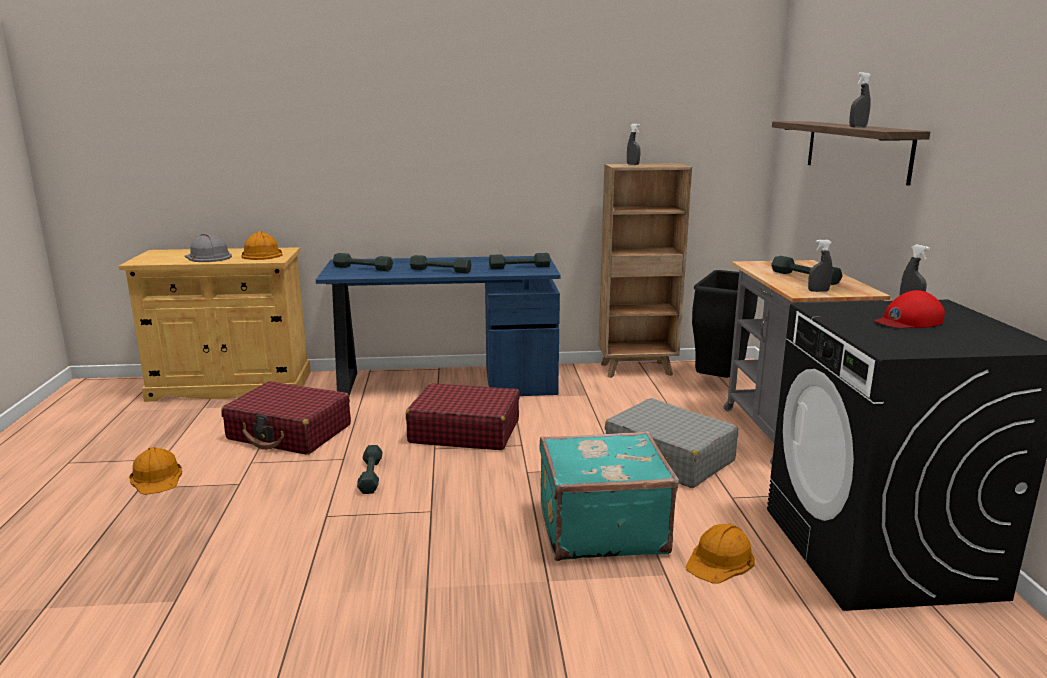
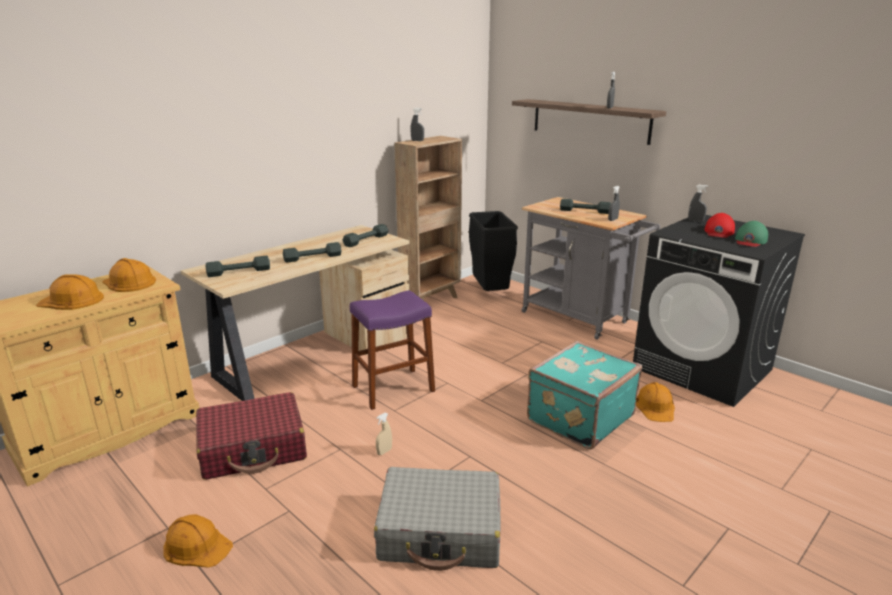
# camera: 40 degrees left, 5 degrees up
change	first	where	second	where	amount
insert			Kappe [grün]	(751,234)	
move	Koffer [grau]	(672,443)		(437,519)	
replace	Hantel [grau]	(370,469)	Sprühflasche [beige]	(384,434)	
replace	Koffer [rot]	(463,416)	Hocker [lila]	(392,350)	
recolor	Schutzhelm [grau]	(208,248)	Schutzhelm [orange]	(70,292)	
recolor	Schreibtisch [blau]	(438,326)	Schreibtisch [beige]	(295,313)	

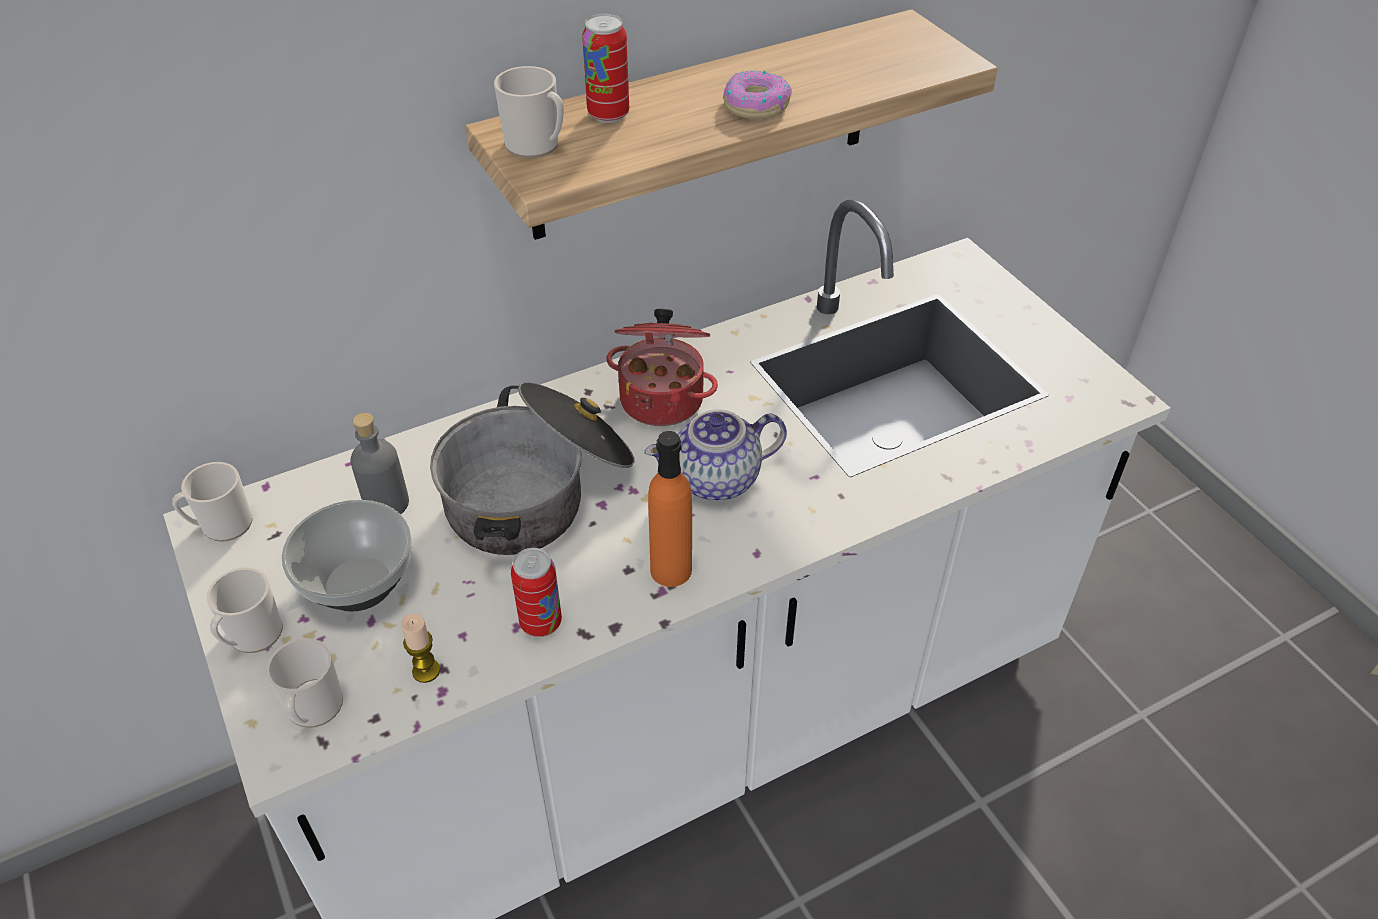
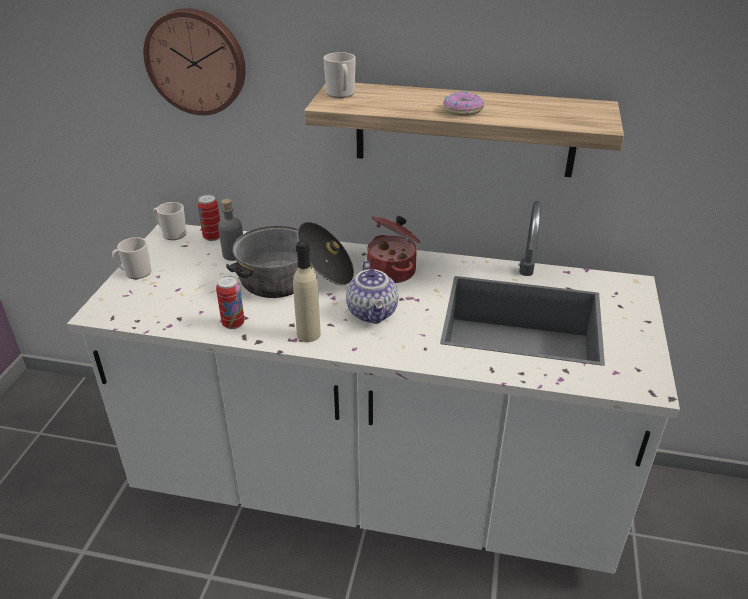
# camera: 40 degrees right, 10 degrees down
change	first	where	second	where	amount
delete	Henkelbecher	(304,683)			
delete	Schüssel	(346,556)			
delete	Kerze	(420,648)			
insert			Wanduhr	(194,61)	
move	Dose	(605,68)		(209,218)	
recolor	Flasche [orange]	(670,509)	Flasche [beige]	(307,291)	
rotate	Teekanne	(715,455)		(372,292)	120 degrees counterclockwise

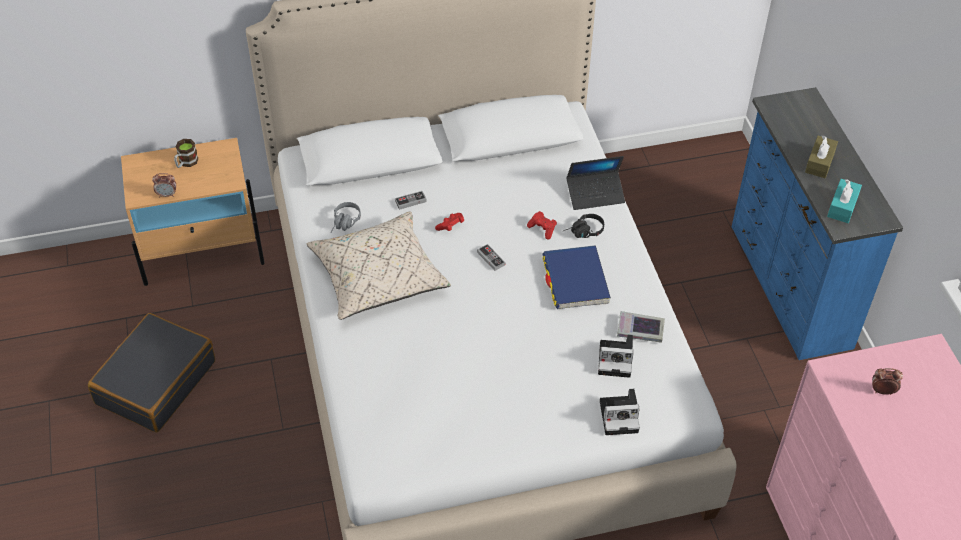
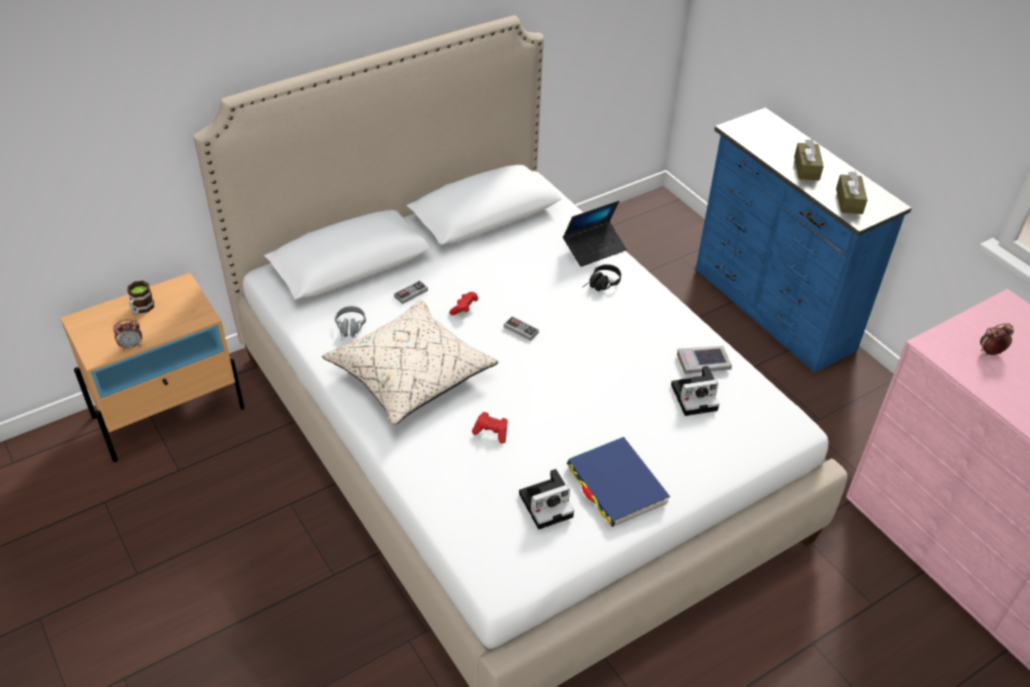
# camera: 20 degrees left, 5 degrees down
change	first	where	second	where	amount
delete	Koffer [schwarz]	(151,373)			
move	Gamepad [rot]	(542,225)		(490,428)	
move	Buch [blau]	(576,277)		(618,482)	
move	Kamera	(620,412)		(546,499)	
recolor	Taschentuchbox [türkis]	(844,201)	Taschentuchbox [braun]	(851,192)	

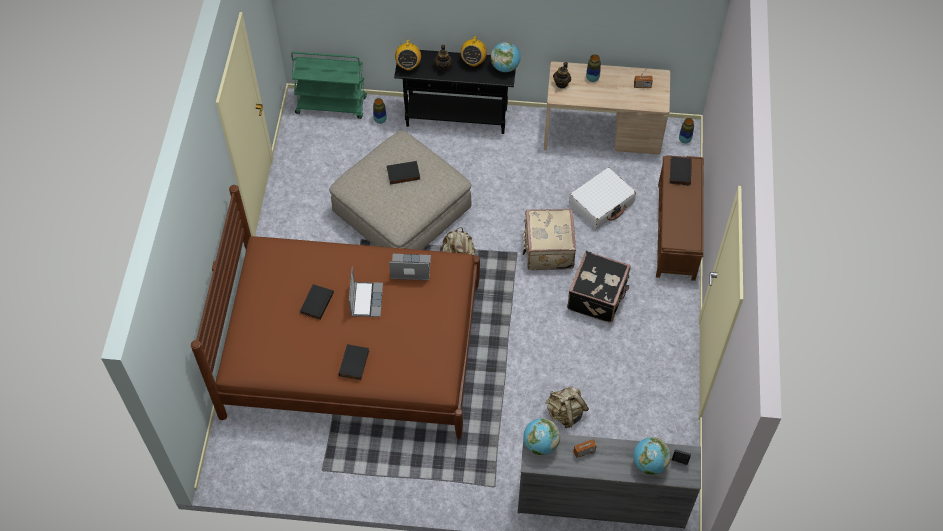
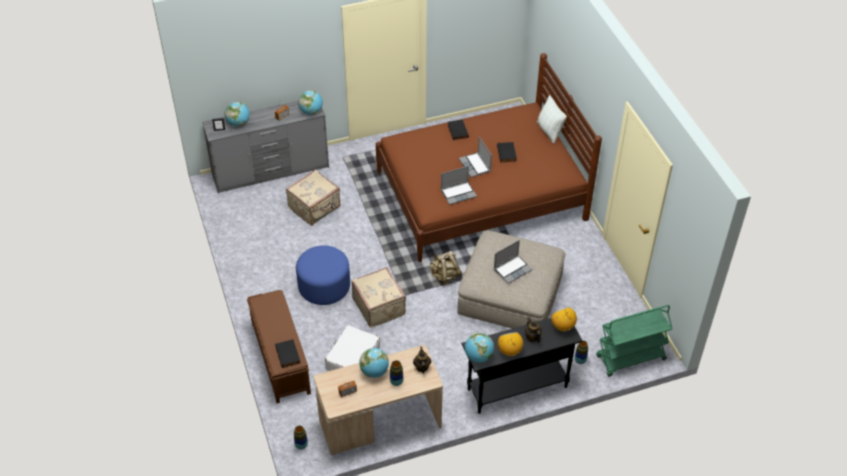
# camera: 155 degrees right, 10 degrees down
change	first	where	second	where	amount
insert			Globus	(374,363)	
insert			Kissen	(552,119)	
replace	Buch [schwarz]	(403,172)	Laptop	(513,262)	
replace	Rucksack [beige]	(567,407)	Koffer [beige]	(313,197)	
replace	Koffer [schwarz]	(599,286)	Polsterhocker [blau]	(323,275)	

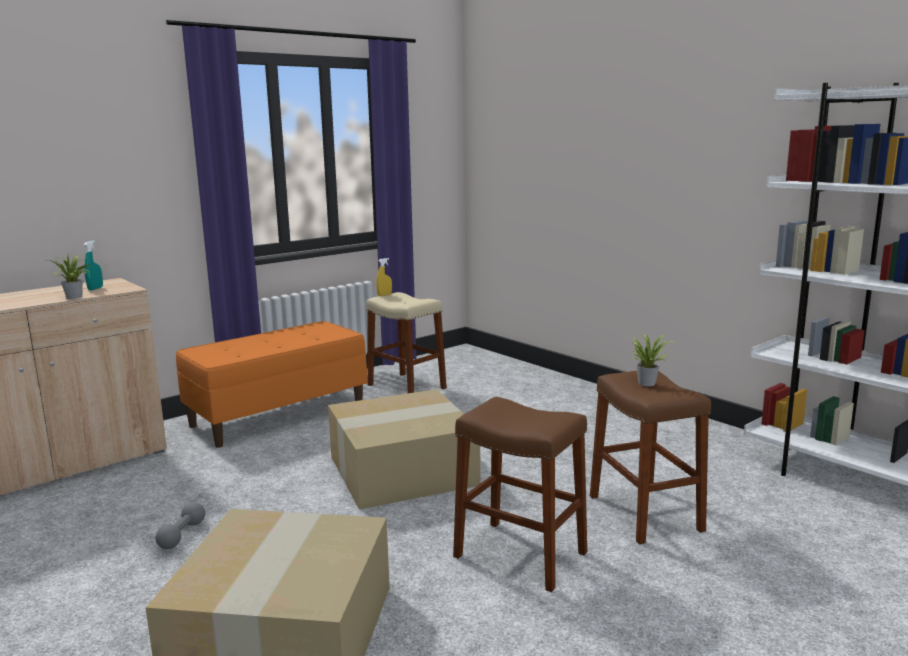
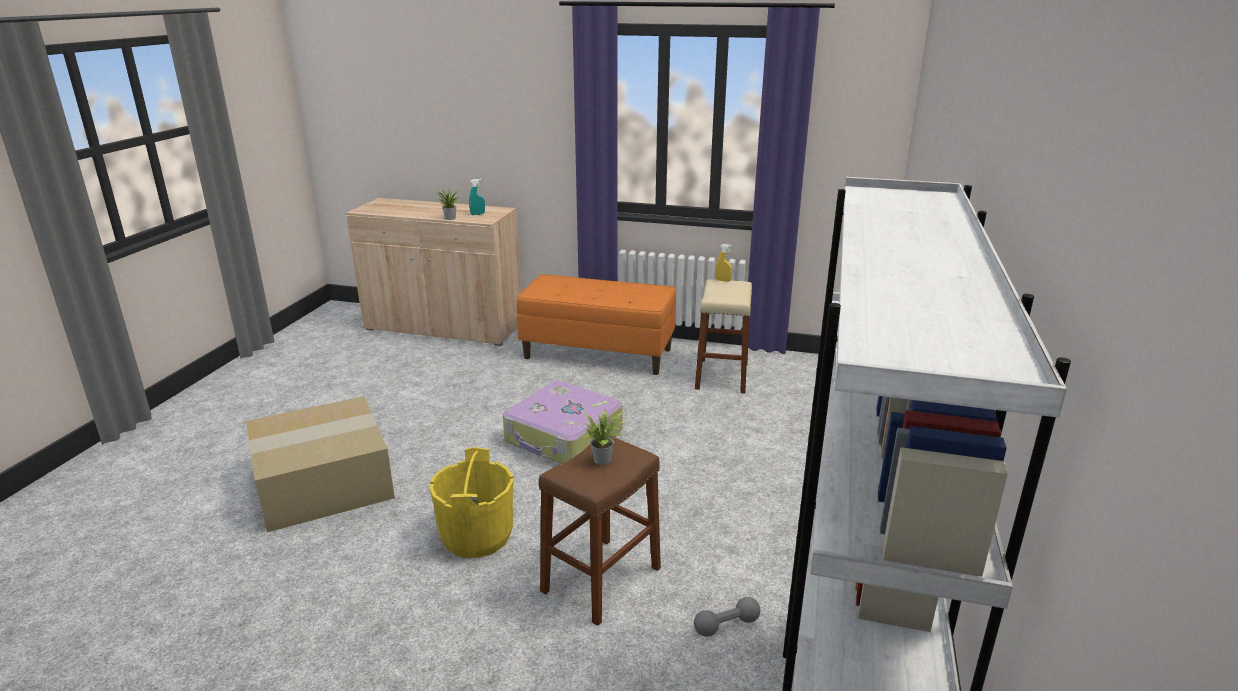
# camera: 55 degrees right, 10 degrees up
change	first	where	second	where	amount
move	Hantel [grau]	(180,525)		(727,617)	
replace	Karton	(404,449)	Koffer	(563,422)	
replace	Hocker [braun]	(520,494)	Eimer [gelb]	(471,502)	

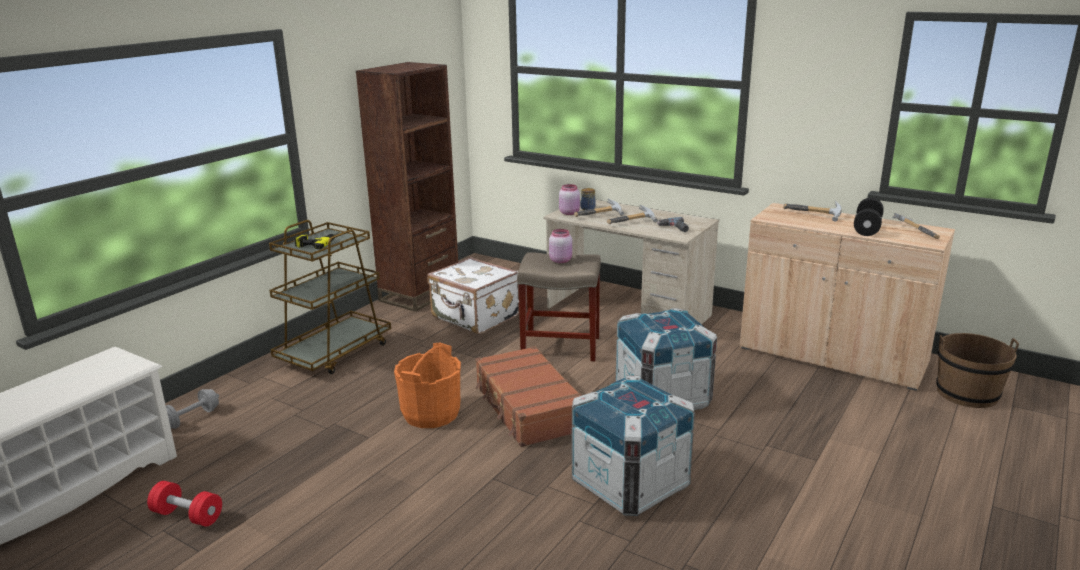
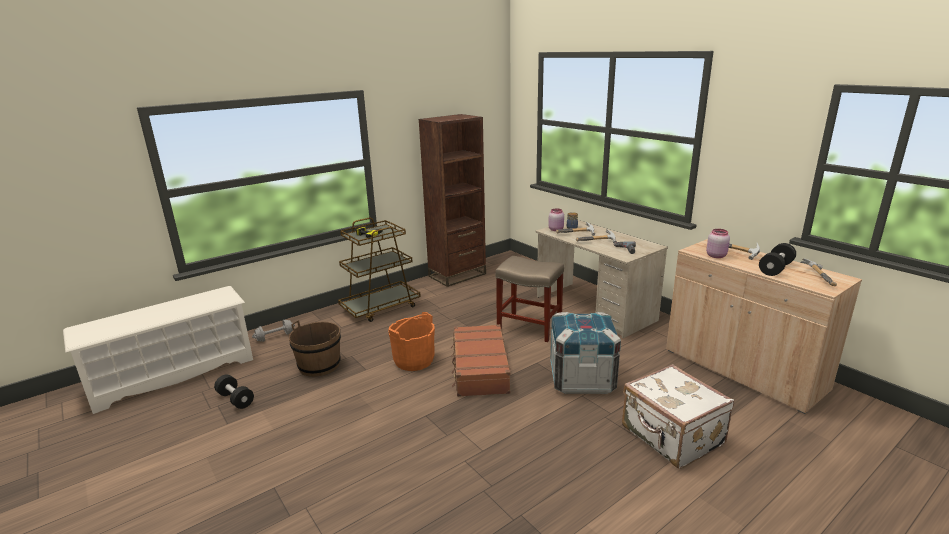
# camera: 20 degrees right, 0 degrees up
change	first	where	second	where	amount
delete	Kiste	(633,445)			
move	Koffer [weiß]	(473,295)		(678,416)	
move	Vorratsglas [rosa]	(560,246)		(718,243)	
move	Eimer [braun]	(977,370)		(315,348)	
recolor	Hantel [rot]	(184,503)	Hantel [schwarz]	(234,391)	

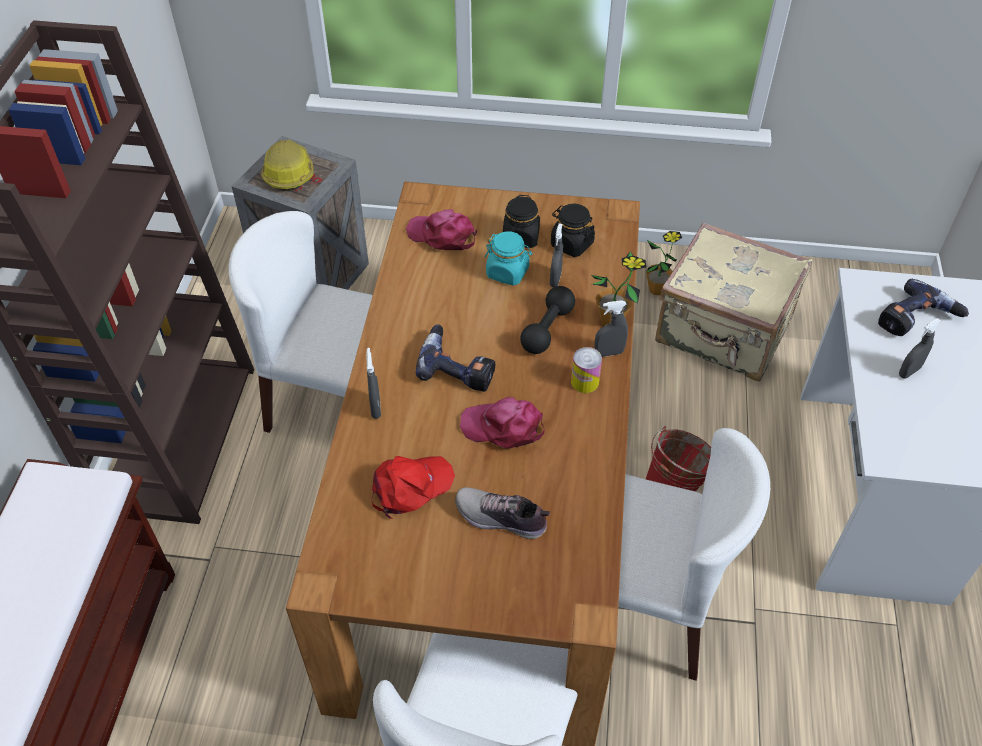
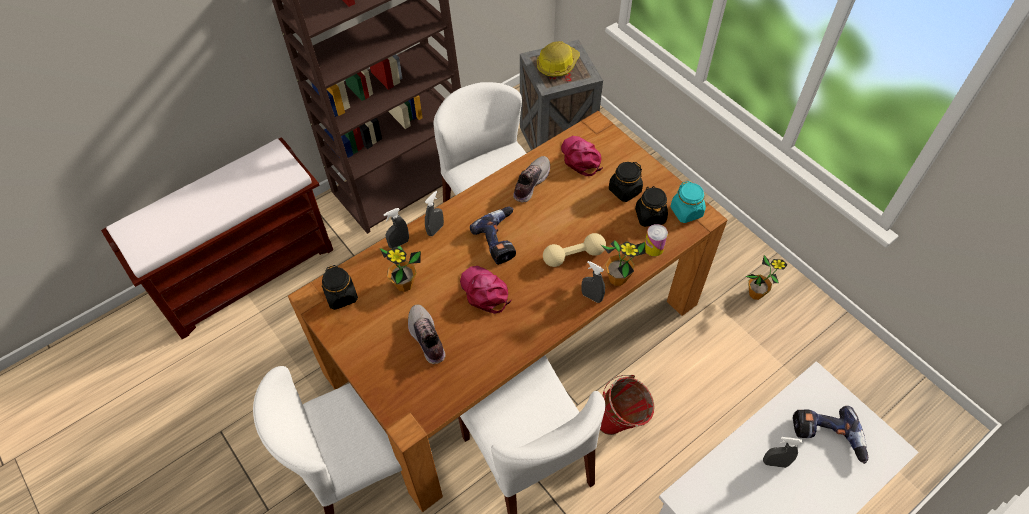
# camera: 45 degrees right, 5 degrees up
change	first	where	second	where	amount
delete	Koffer [beige]	(733,302)			
insert			Vorratsglas [schwarz]	(340,287)	
insert			Schuh	(531,179)	
move	Vorratsglas [türkis]	(508,258)		(688,202)	
move	Sprühflasche [grau]	(556,255)		(396,228)	
move	Dose	(586,370)		(656,240)	
replace	Kappe [rot]	(413,487)	Topfpflanze	(400,269)	
recolor	Hantel [schwarz]	(547,320)	Hantel [beige]	(574,250)	

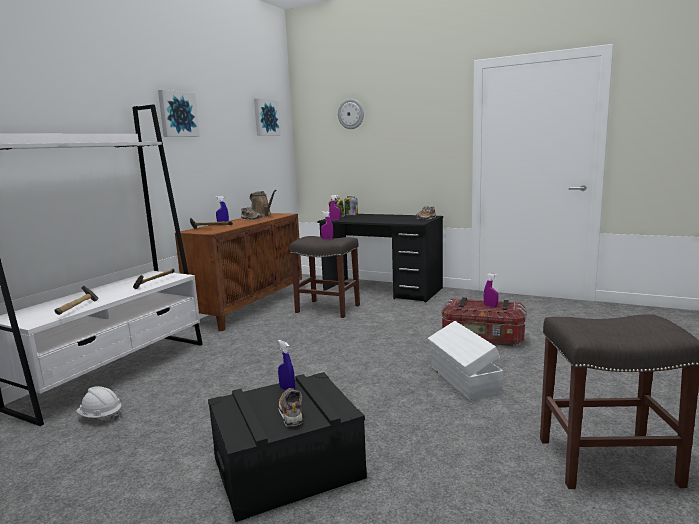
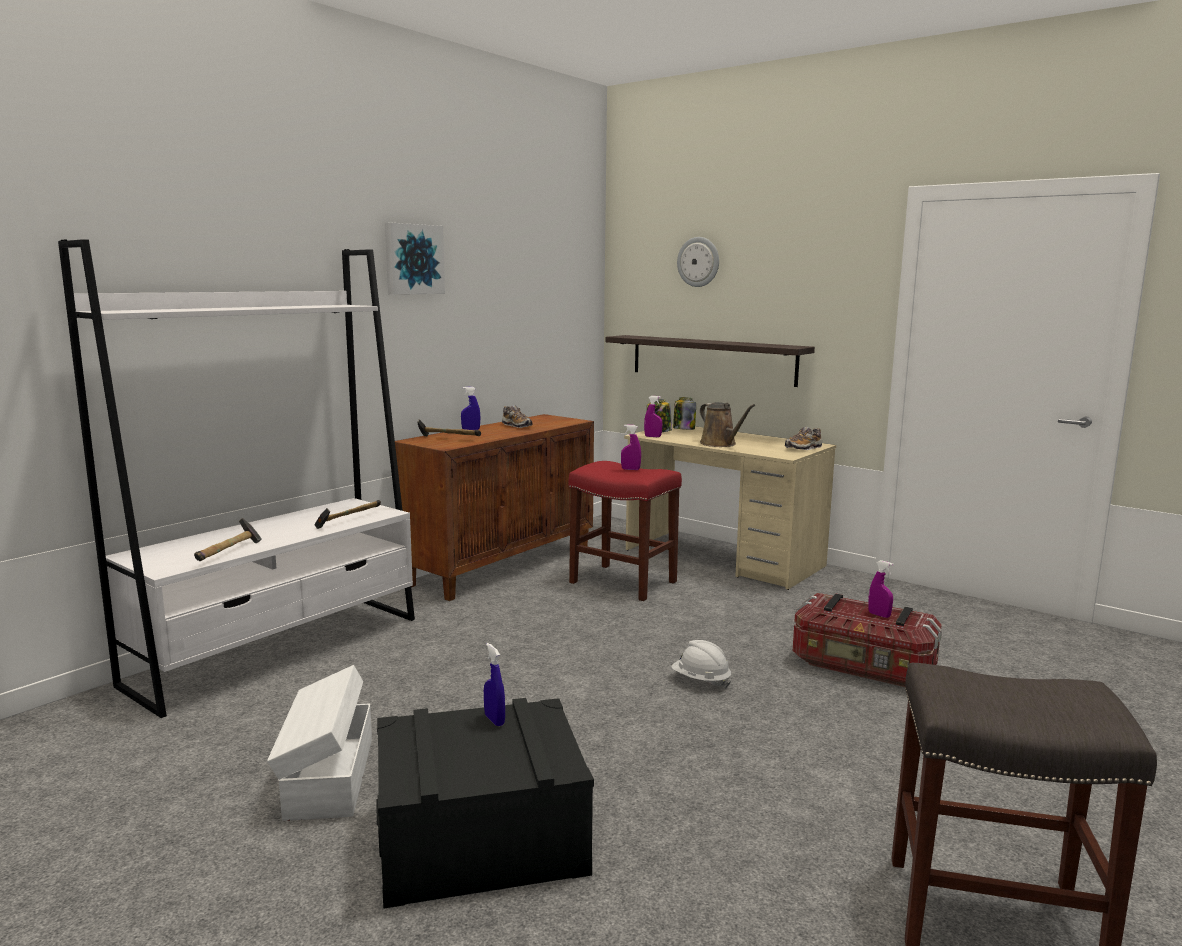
# camera: 10 degrees right, 0 degrees up
change	first	where	second	where	amount
delete	Bild	(267,117)			
delete	Schuh	(291,407)			
insert			Wandregal	(710,361)	
move	Schutzhelm [weiß]	(98,403)		(701,664)	
move	Gießkanne [braun]	(263,203)		(727,424)	
move	Aufbewahrungsbox [weiß]	(465,360)		(319,743)	
recolor	Hocker [grau]	(325,277)	Hocker [rot]	(625,531)	
recolor	Schreibtisch [schwarz]	(380,258)	Schreibtisch [beige]	(730,507)	

